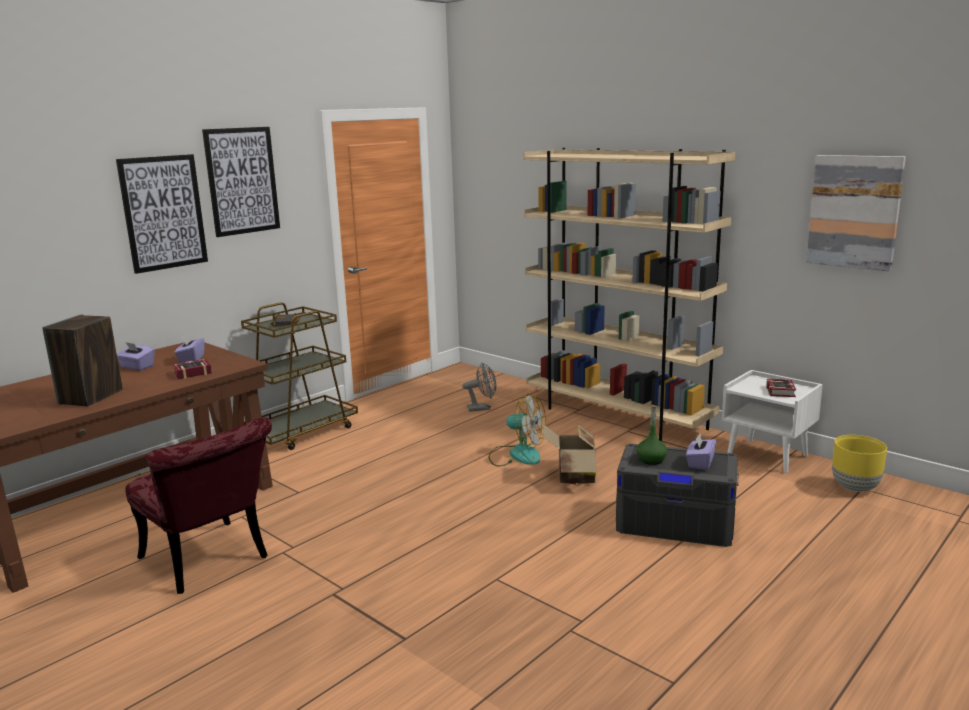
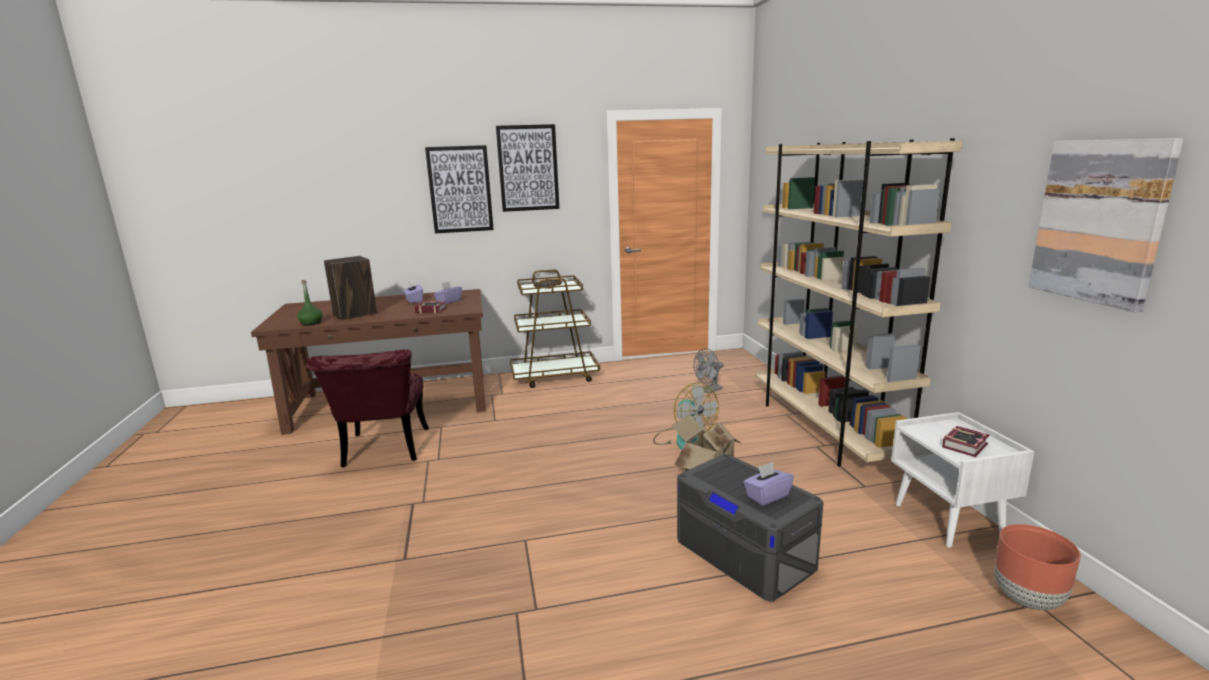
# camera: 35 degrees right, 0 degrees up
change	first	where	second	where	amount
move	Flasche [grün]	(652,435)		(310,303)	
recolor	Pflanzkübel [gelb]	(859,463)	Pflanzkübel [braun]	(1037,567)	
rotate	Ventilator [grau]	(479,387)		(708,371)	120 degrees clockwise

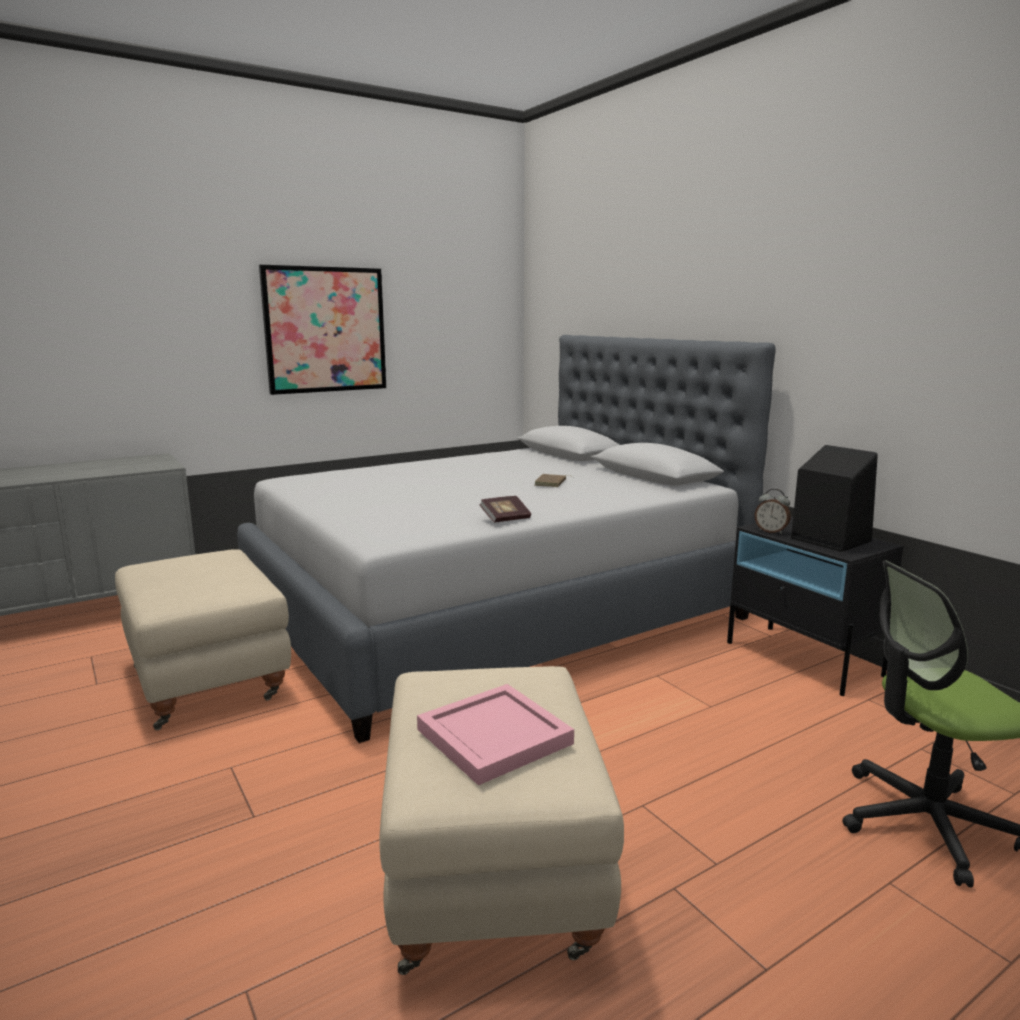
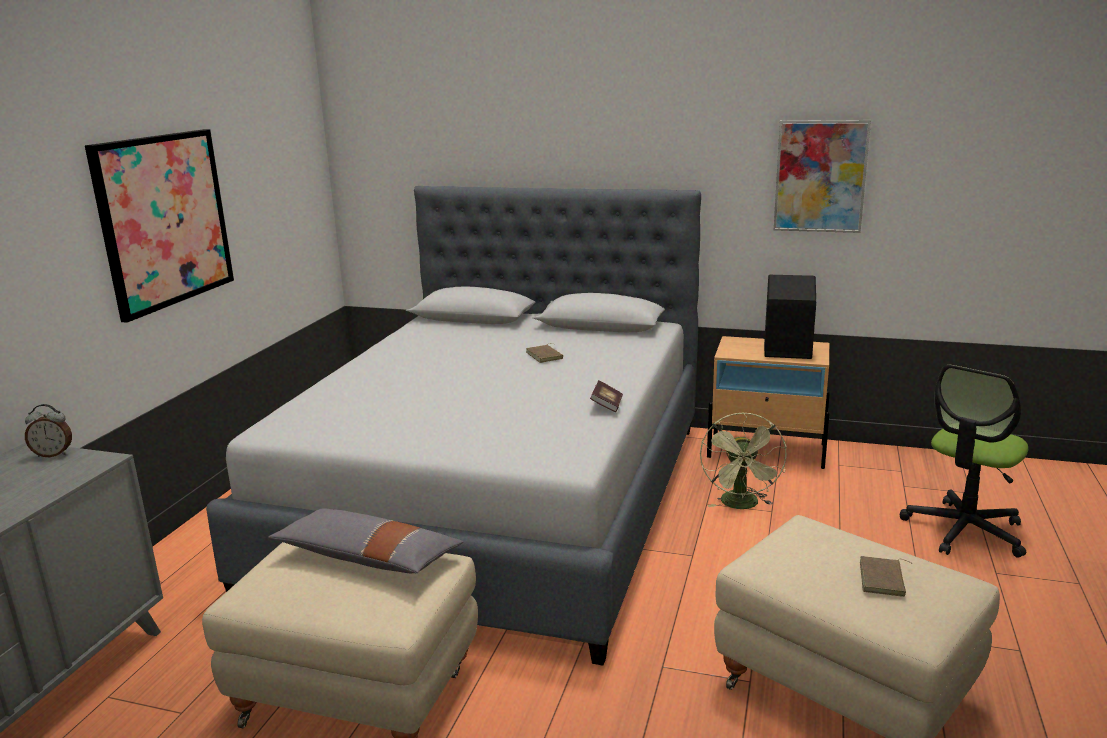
# camera: 40 degrees left, 5 degrees up
change	first	where	second	where	amount
insert			Kissen [grau]	(365,541)	
insert			Ventilator [grün]	(743,460)	
insert			Bild	(822,176)	
move	Wecker	(773,511)		(48,430)	
replace	Tablett [rosa]	(495,734)	Buch [braun]	(886,576)	
recolor	Nachttisch [schwarz]	(815,606)	Nachttisch [beige]	(768,402)	

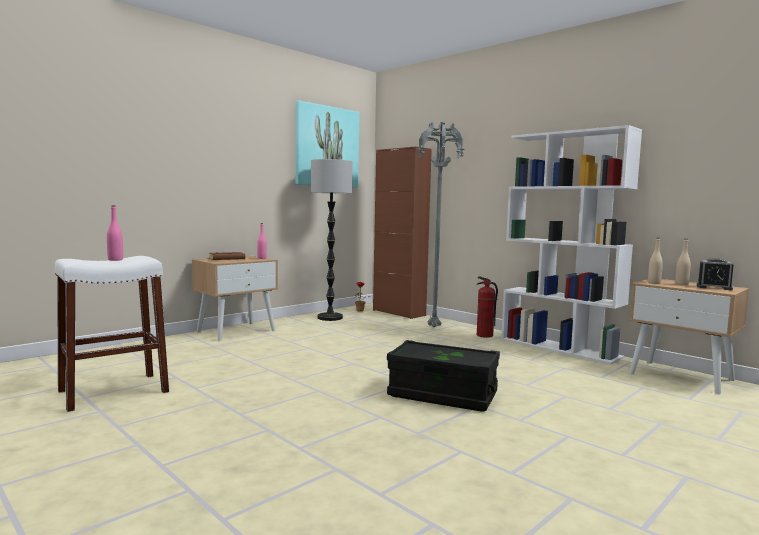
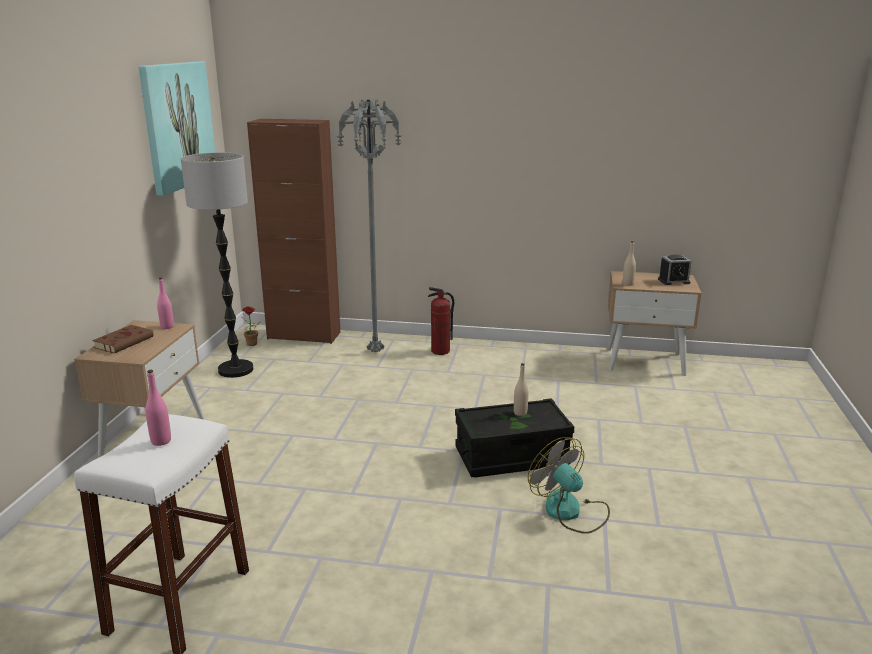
# camera: 35 degrees left, 15 degrees up
change	first	where	second	where	amount
delete	Bücherregal [weiß]	(571,245)			
insert			Ventilator	(569,485)	
move	Flasche [beige]	(683,262)		(521,389)	

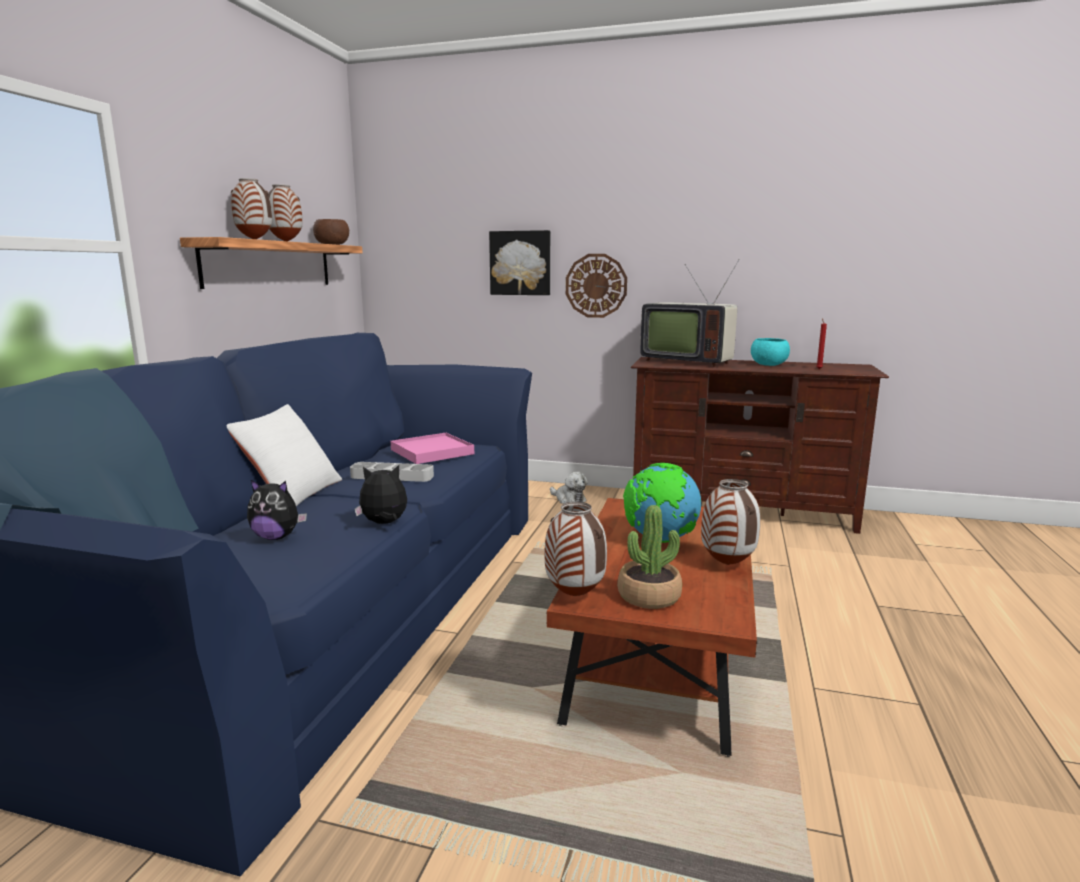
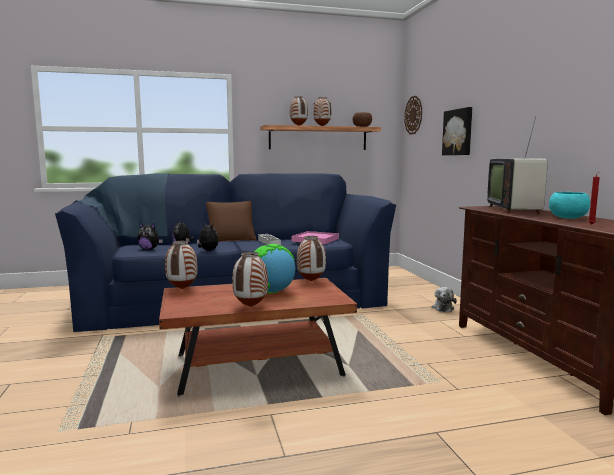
# camera: 60 degrees right, 5 degrees down
change	first	where	second	where	amount
delete	Topfpflanze	(649,557)			
insert			Plüschtier	(150,236)	
insert			Vase	(311,258)	
move	Wanduhr	(596,286)		(413,115)	
recolor	Kissen [weiß]	(284,455)	Kissen [braun]	(231,221)	

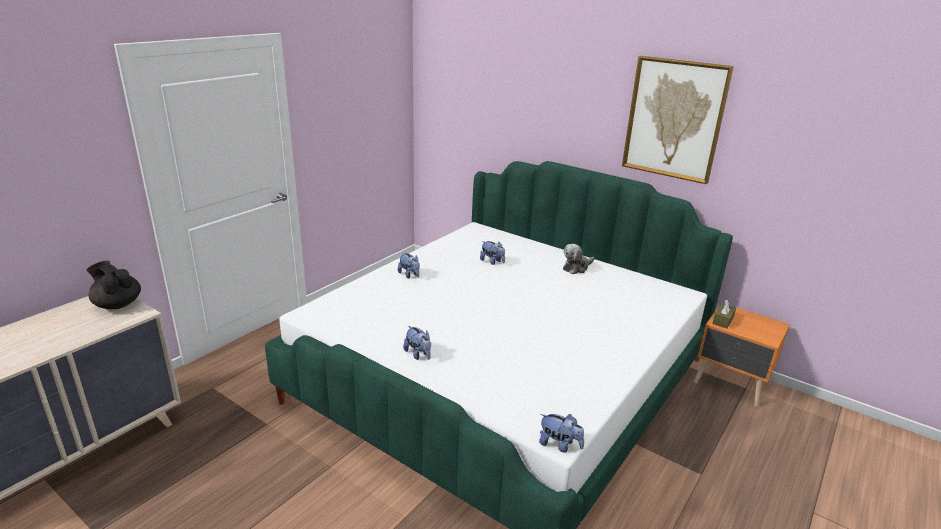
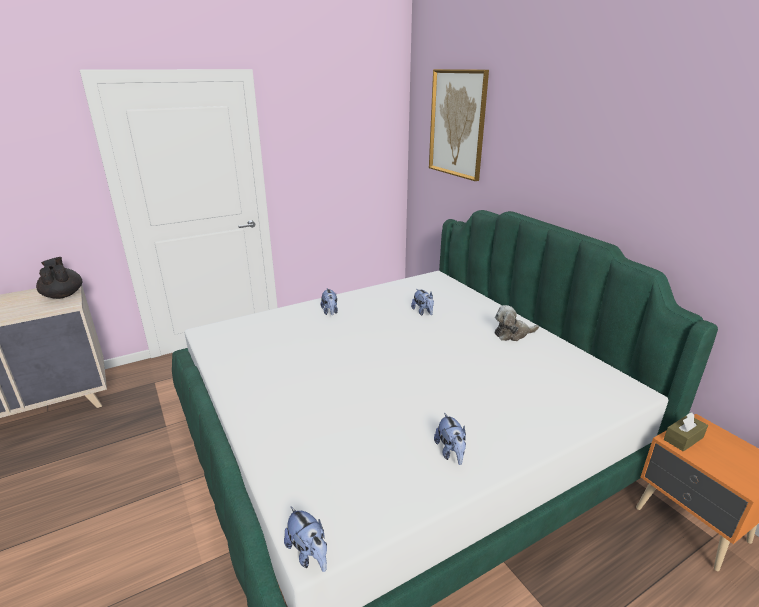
# camera: 25 degrees right, 0 degrees up
change	first	where	second	where	amount
move	Plüschtier	(417,343)		(450,438)	
move	Bild	(678,120)		(459,125)	

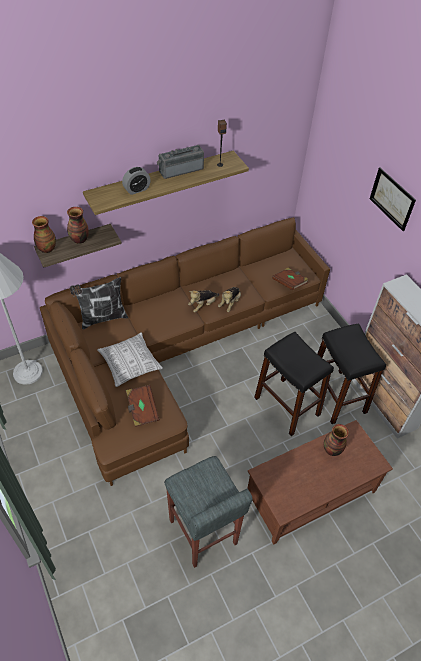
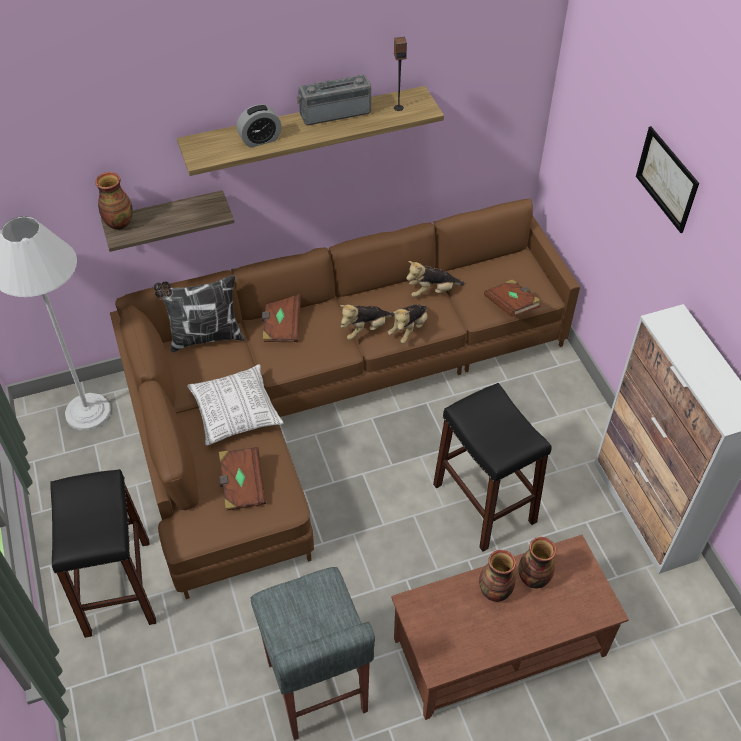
# camera: 10 degrees right, 0 degrees up
change	first	where	second	where	amount
insert			Buch [braun]	(281,318)	
insert			Plüschtier	(435,279)	
move	Vase	(78,225)		(497,576)	
move	Hocker [schwarz]	(351,373)		(103,553)	

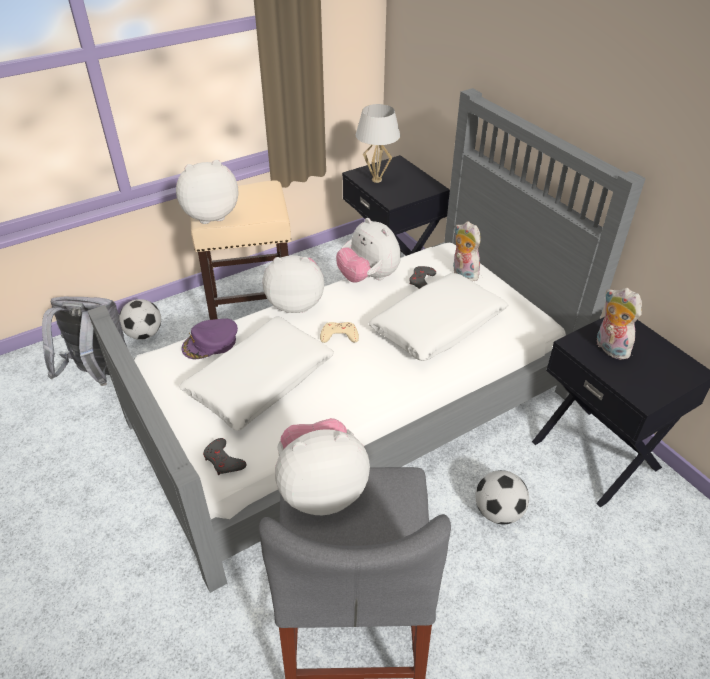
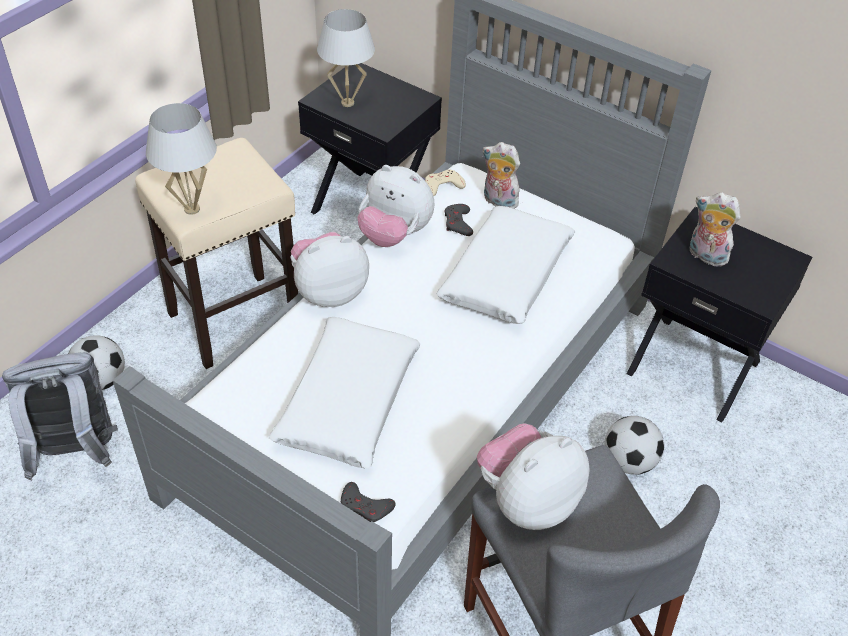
# camera: 25 degrees left, 5 degrees up
change	first	where	second	where	amount
delete	Kappe [lila]	(210,338)			
move	Gamepad [beige]	(339,332)		(445,183)	
replace	Plüschtier	(207,192)	Tischlampe [weiß]	(181,159)	

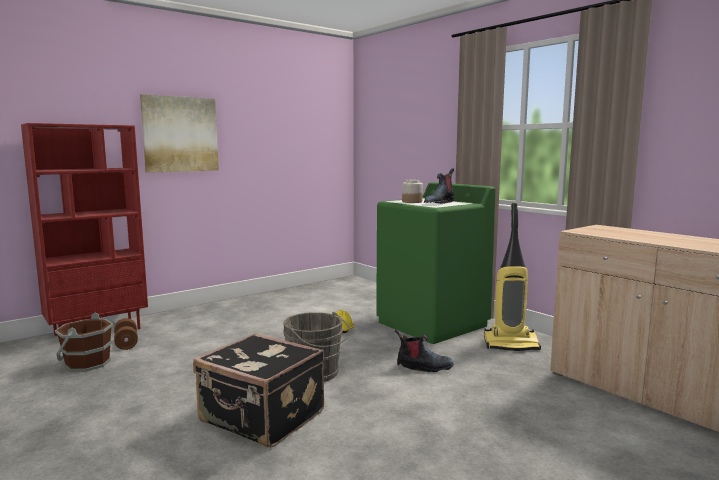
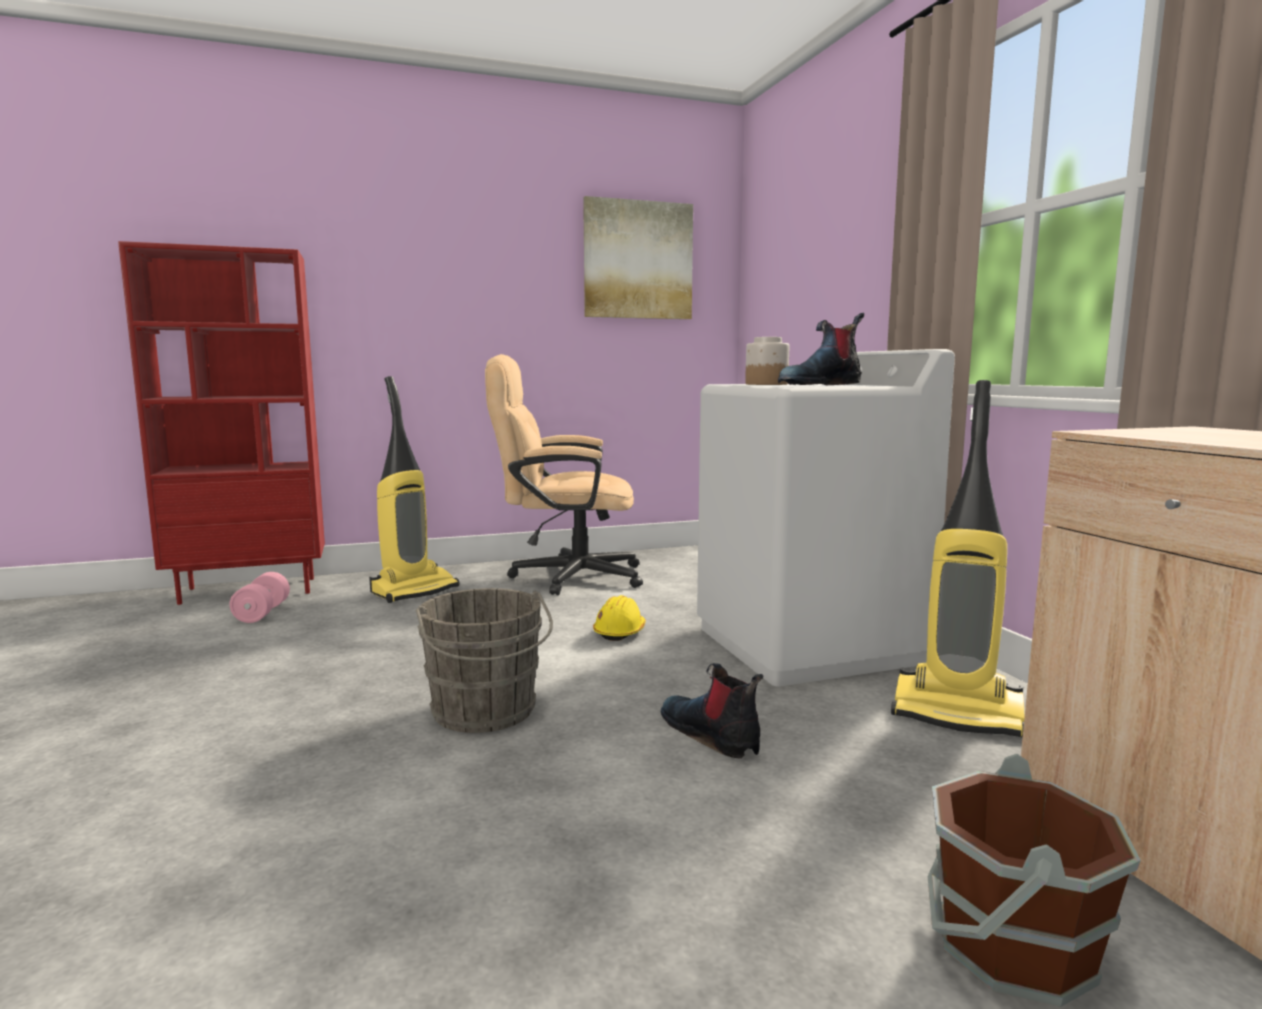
# camera: 20 degrees right, 0 degrees up
change	first	where	second	where	amount
delete	Koffer [schwarz]	(258,390)			
insert			Staubsauger	(414,489)	
insert			Bürostuhl [beige]	(564,474)	
move	Eimer [braun]	(84,342)		(1034,880)	
move	Bild	(179,133)		(638,257)	
recolor	Hantel [braun]	(126,334)	Hantel [rosa]	(259,597)	
recolor	Waschmaschine [grün]	(435,263)	Waschmaschine [weiß]	(826,518)	
rotate	Stiefel	(424,350)		(712,711)	150 degrees counterclockwise

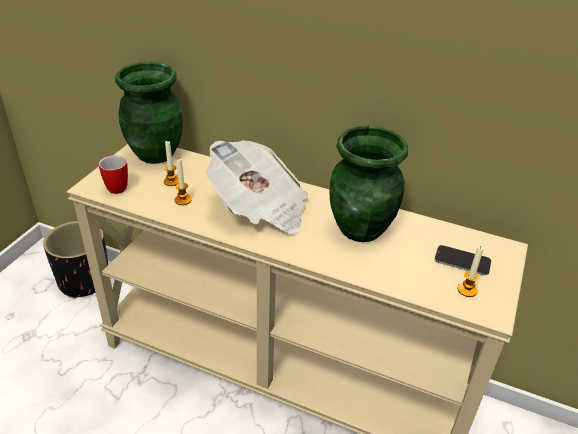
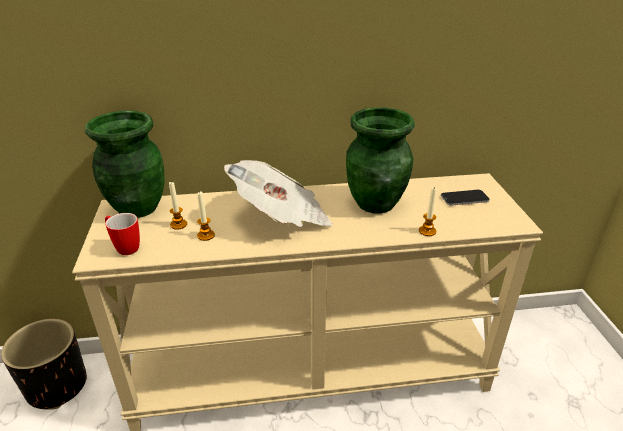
# camera: 30 degrees left, 5 degrees down
change	first	where	second	where	amount
move	Kerze	(470,271)		(428,212)	

